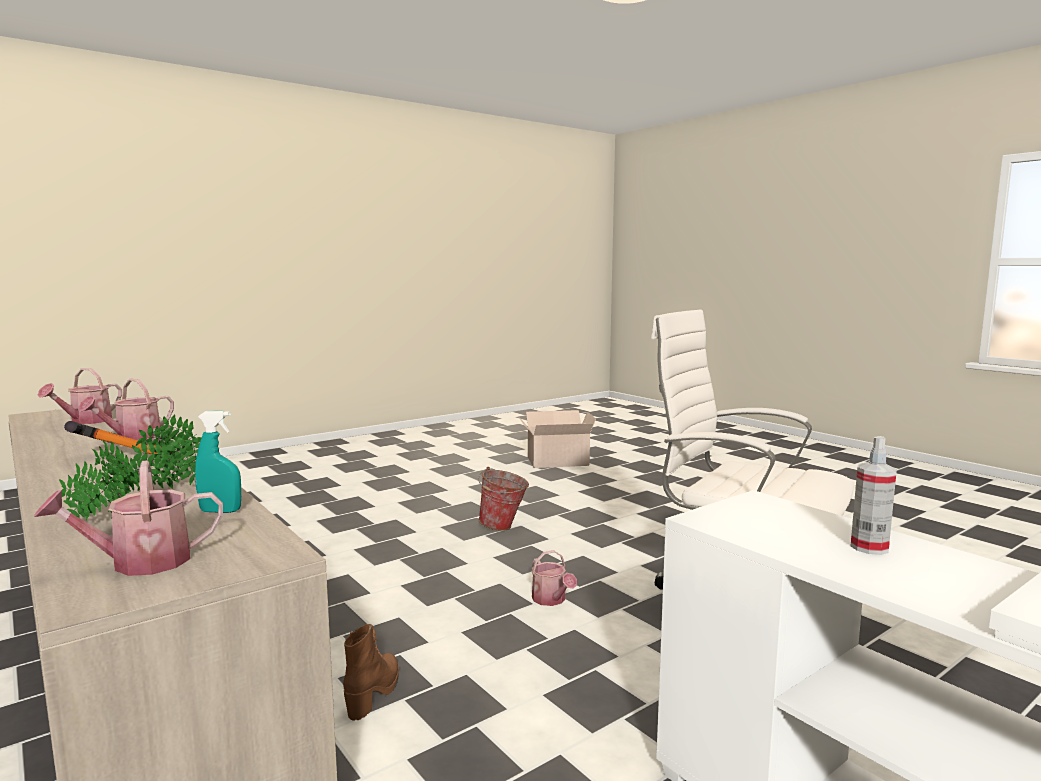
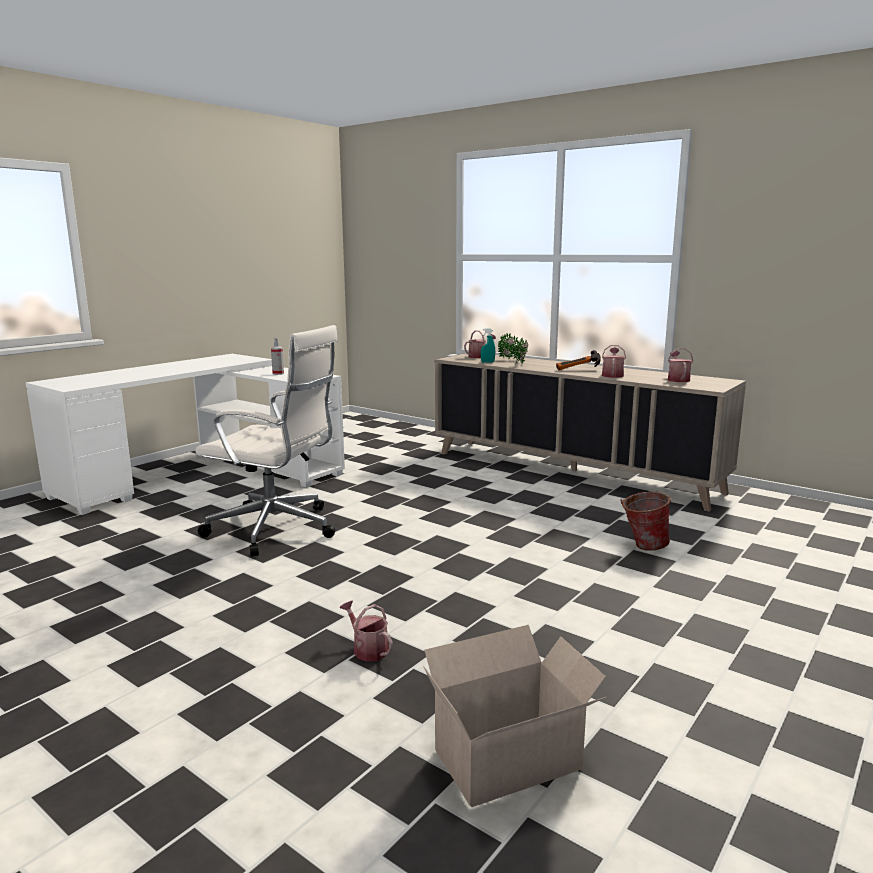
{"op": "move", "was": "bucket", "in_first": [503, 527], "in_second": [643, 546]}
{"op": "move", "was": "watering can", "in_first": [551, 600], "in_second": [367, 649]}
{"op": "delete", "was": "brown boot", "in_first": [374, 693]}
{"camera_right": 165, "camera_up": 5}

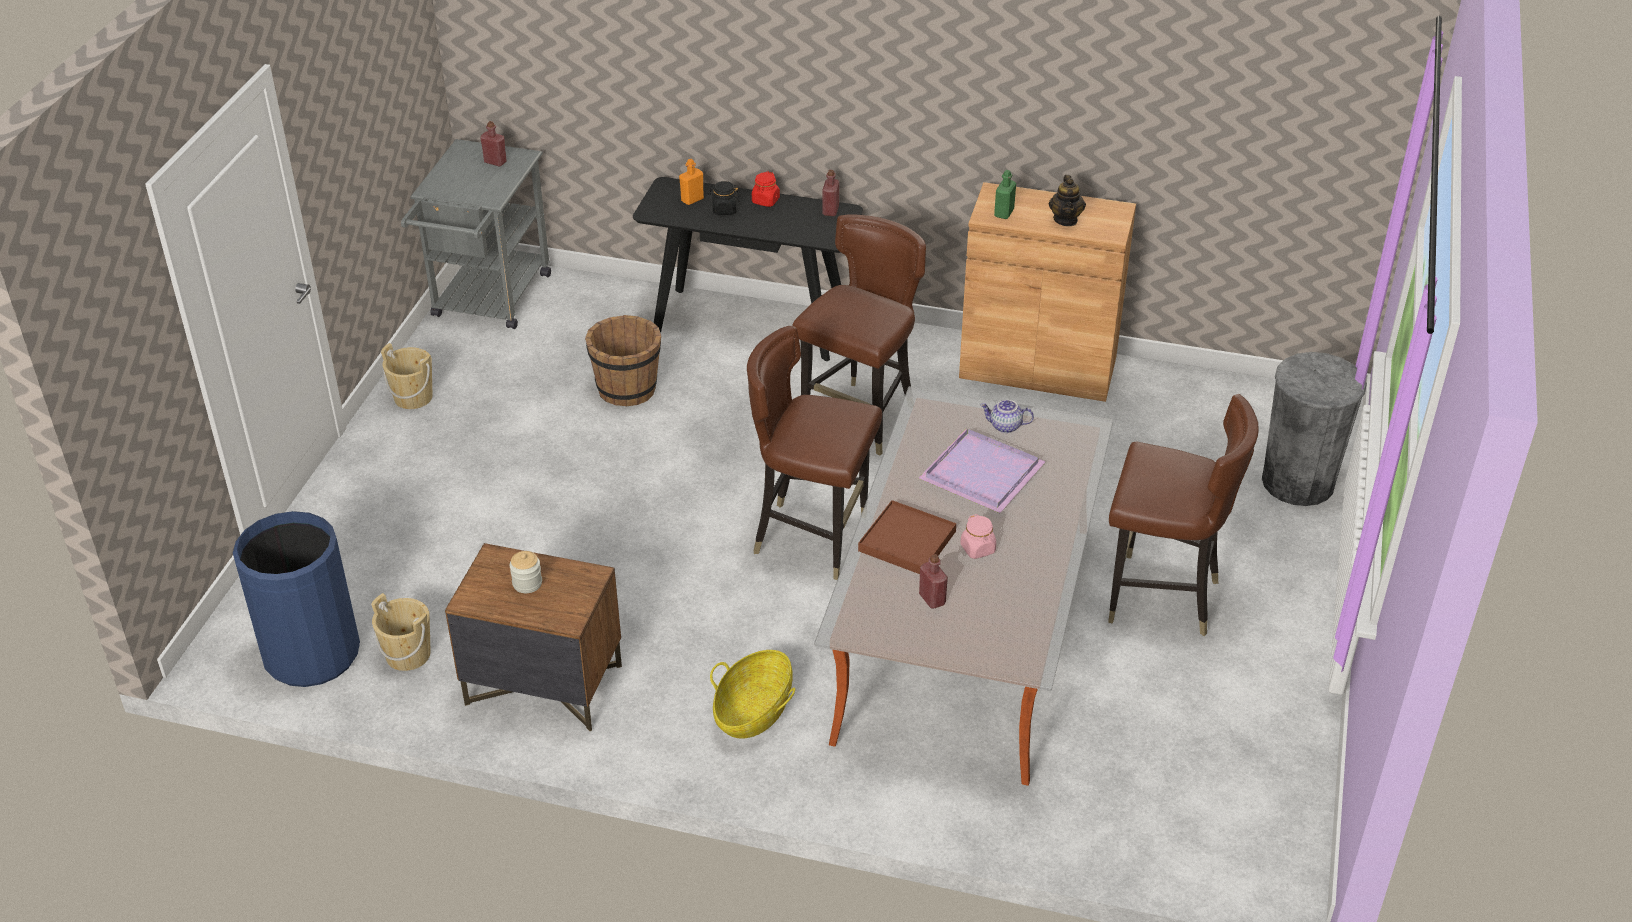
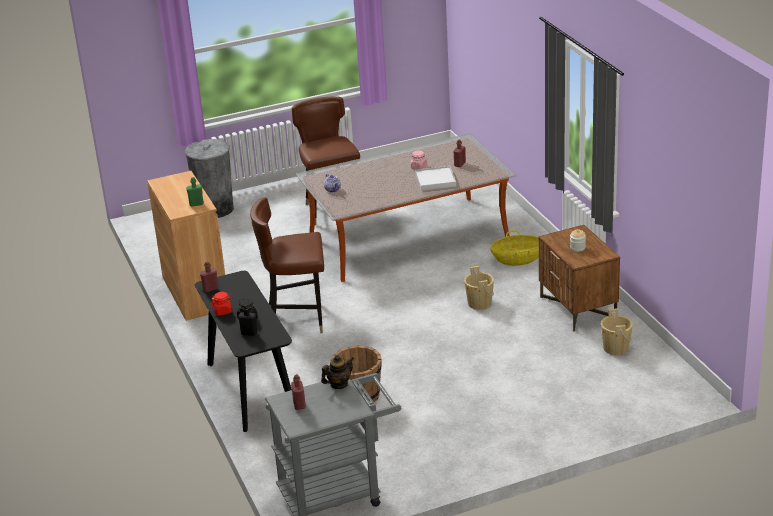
{"op": "recolor", "was": "orange bottle", "now": "black bottle", "in_first": [692, 199], "in_second": [249, 333]}
{"op": "move", "was": "teapot", "in_first": [1066, 219], "in_second": [339, 384]}
{"op": "delete", "was": "brown chair", "in_first": [812, 538]}
{"op": "move", "was": "beige bucket", "in_first": [413, 397], "in_second": [479, 303]}
{"op": "delete", "was": "purple tray", "in_first": [981, 471]}
{"op": "recolor", "was": "brown tray", "now": "white tray", "in_first": [907, 541], "in_second": [435, 180]}
{"op": "delete", "was": "blue trash can", "in_first": [311, 653]}
{"camera_right": -125, "camera_up": -10}

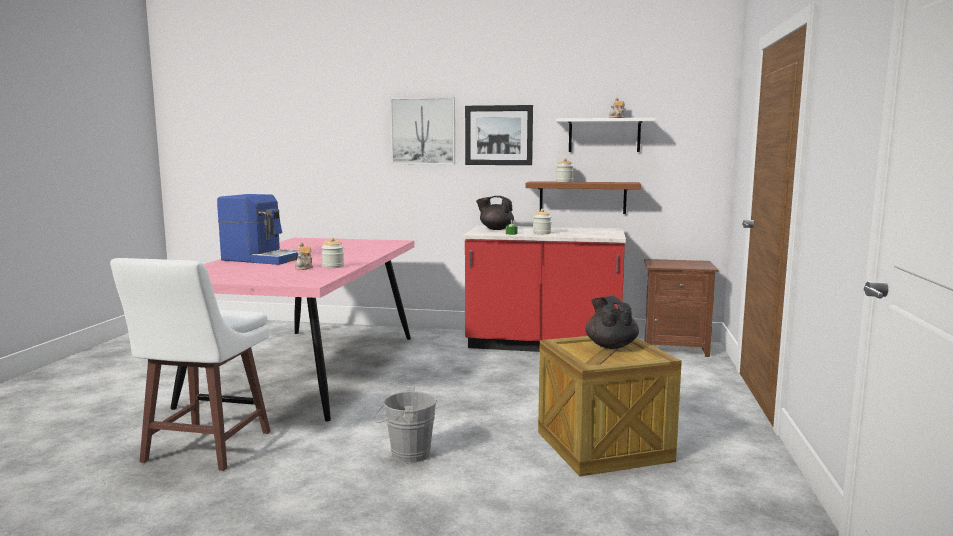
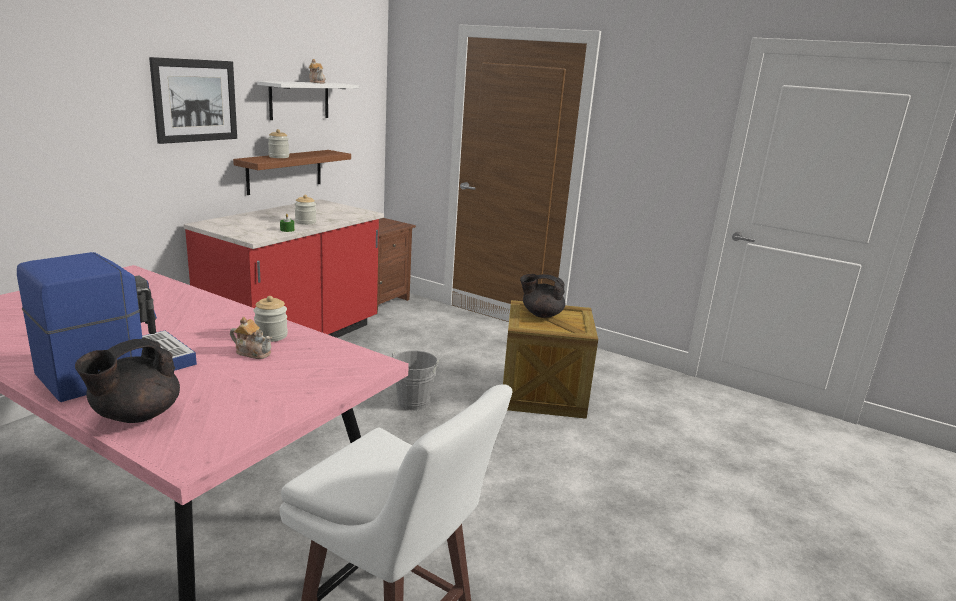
{"op": "delete", "was": "picture", "in_first": [423, 131]}
{"op": "move", "was": "black teapot", "in_first": [495, 229], "in_second": [135, 415]}
{"op": "move", "was": "grey bucket", "in_first": [406, 454], "in_second": [411, 404]}
{"camera_right": -70, "camera_up": 10}

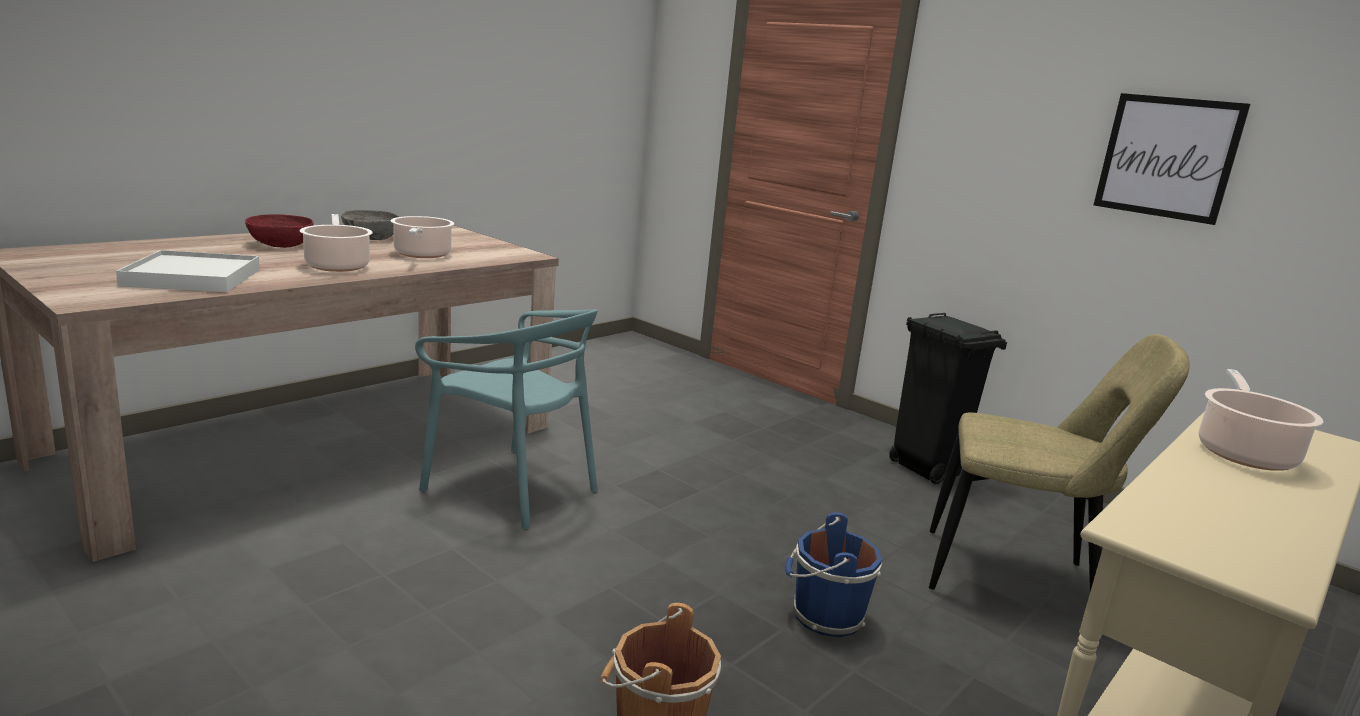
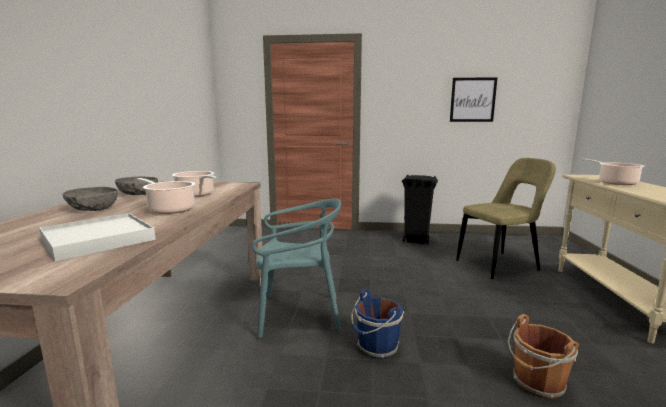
{"op": "recolor", "was": "red bowl", "now": "grey bowl", "in_first": [281, 244], "in_second": [93, 209]}
{"op": "move", "was": "blue bucket", "in_first": [824, 616], "in_second": [376, 347]}
{"camera_right": -35, "camera_up": -5}

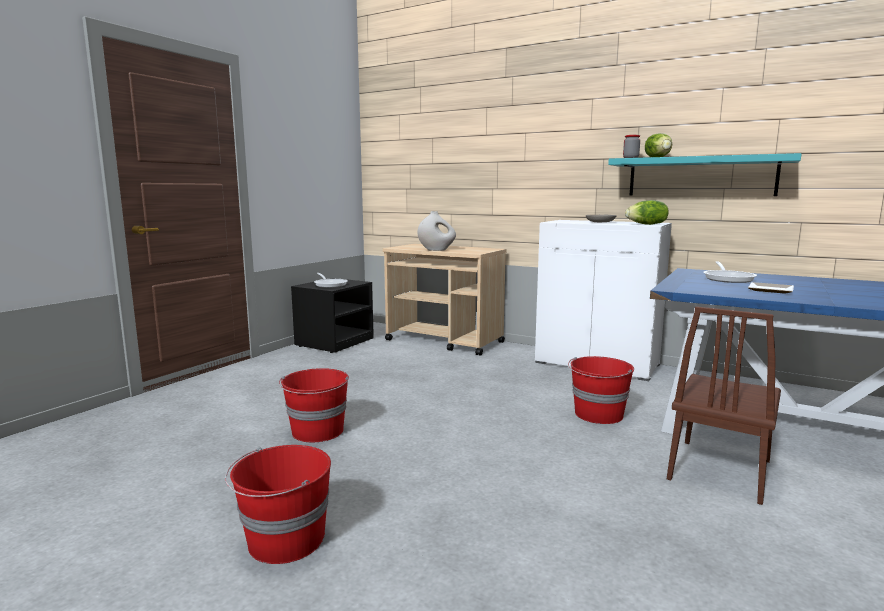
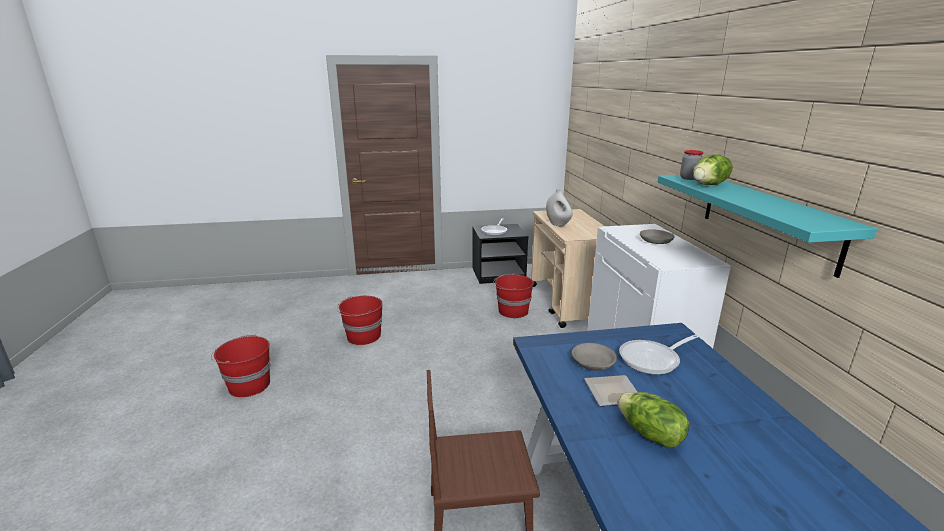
{"op": "move", "was": "lettuce", "in_first": [647, 224], "in_second": [649, 434]}
{"op": "move", "was": "red bucket", "in_first": [598, 414], "in_second": [512, 311]}
{"op": "insert", "now": "grey bowl", "in_second": [592, 363]}
{"camera_right": 50, "camera_up": 10}

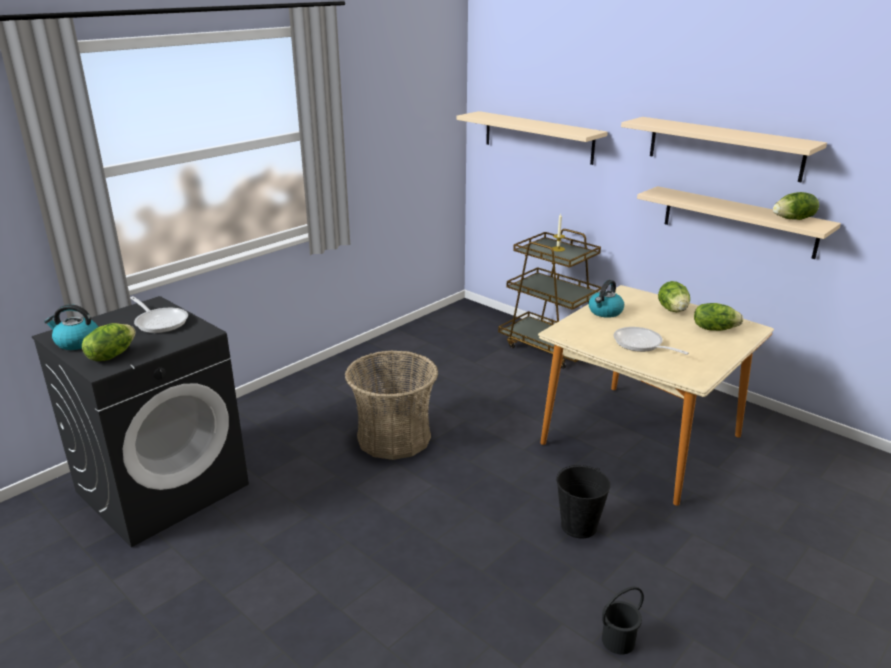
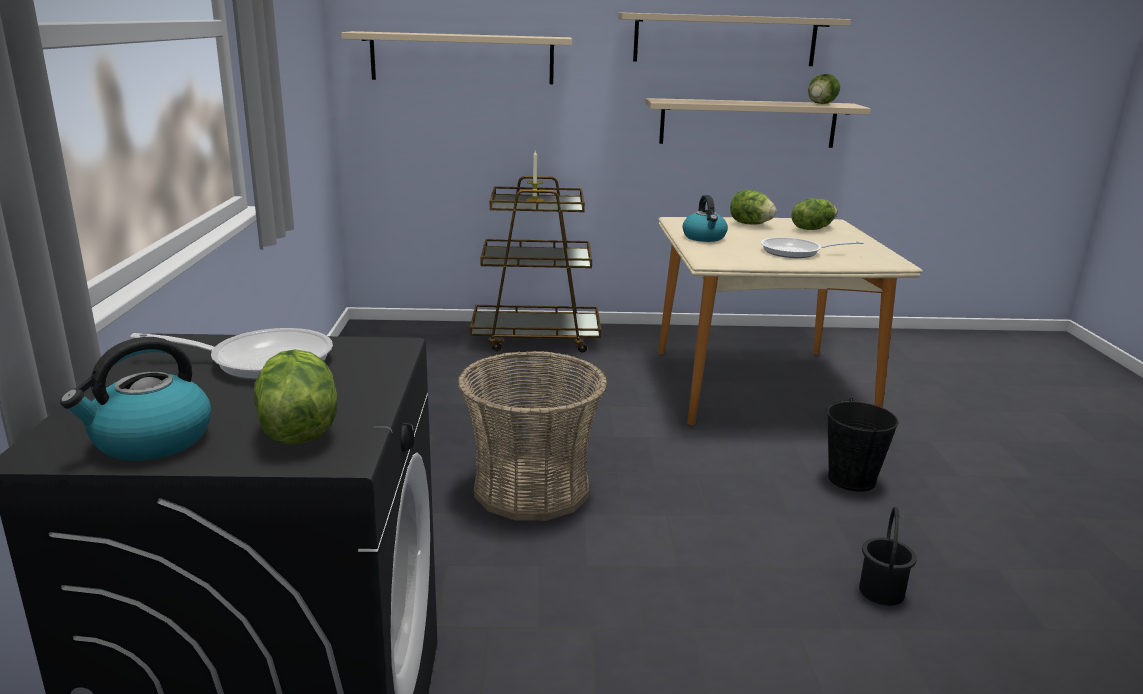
{"op": "move", "was": "black bucket", "in_first": [618, 641], "in_second": [882, 591]}
{"camera_right": -45, "camera_up": -5}

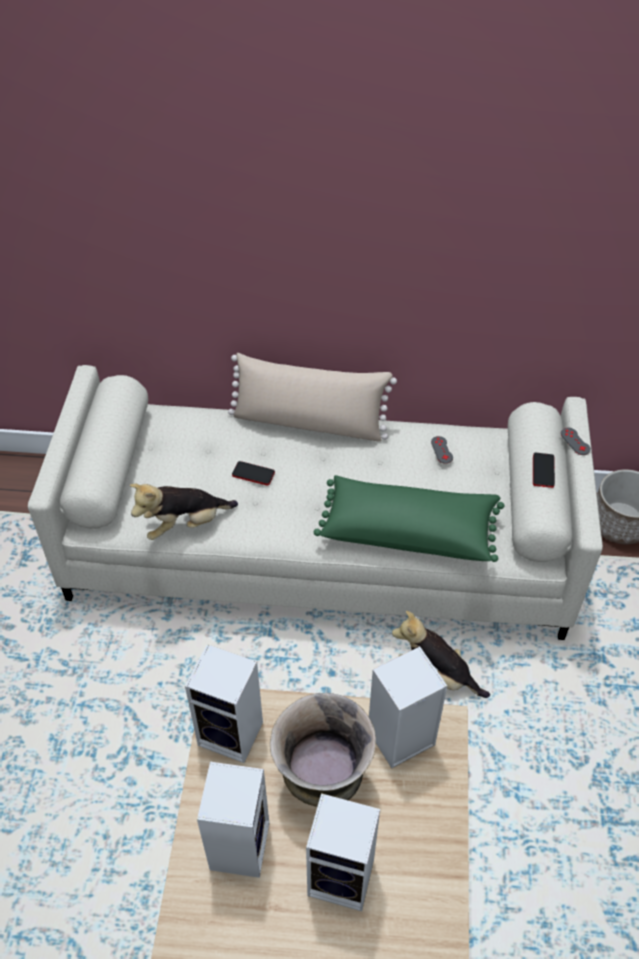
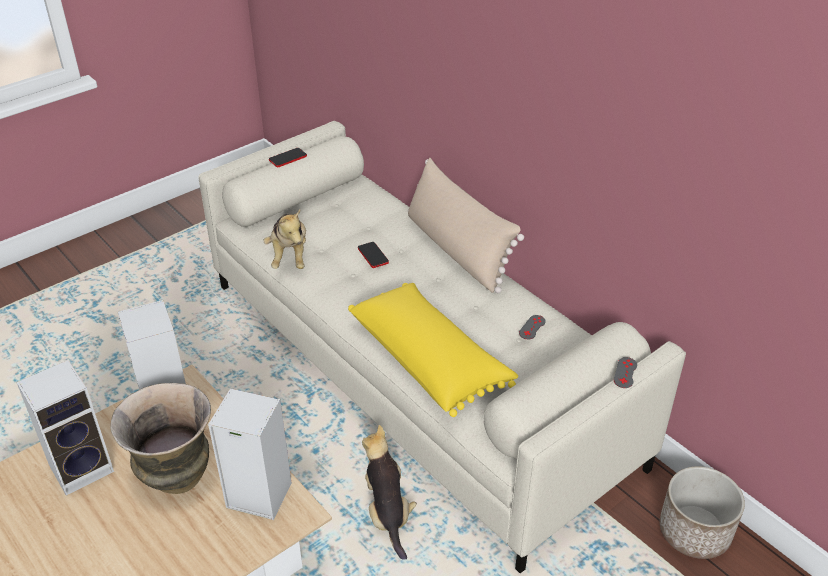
{"op": "move", "was": "phone", "in_first": [543, 470], "in_second": [288, 158]}
{"op": "recolor", "was": "green pillow", "now": "yellow pillow", "in_first": [408, 530], "in_second": [429, 360]}
{"op": "rotate", "was": "plush toy", "in_first": [185, 524], "in_second": [289, 256], "clockwise": -120}
{"op": "delete", "was": "speaker", "in_first": [344, 877]}
{"camera_right": 45, "camera_up": -10}

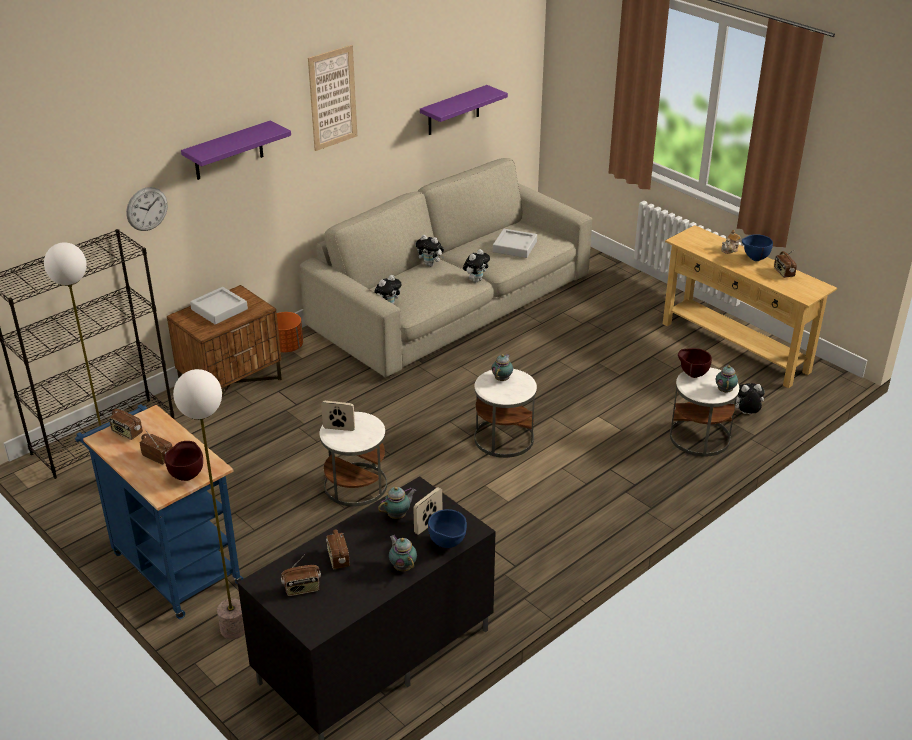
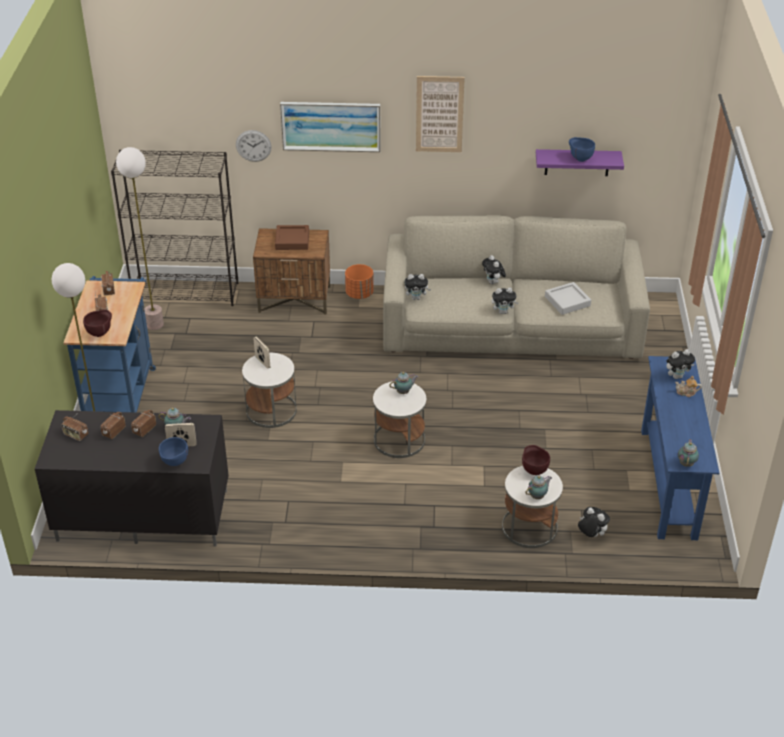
{"op": "replace", "was": "purple shelf", "now": "picture", "in_first": [228, 151], "in_second": [331, 126]}
{"op": "recolor", "was": "beige console table", "now": "blue console table", "in_first": [735, 347], "in_second": [669, 483]}
{"op": "move", "was": "blue bowl", "in_first": [754, 259], "in_second": [580, 159]}
{"op": "move", "was": "radio", "in_first": [783, 273], "in_second": [144, 429]}
{"op": "recolor", "was": "grey tray", "now": "brown tray", "in_first": [219, 309], "in_second": [292, 240]}
{"op": "move", "was": "teapot", "in_first": [402, 566], "in_second": [686, 463]}
{"op": "insert", "now": "plush toy", "in_second": [677, 376]}
{"camera_right": 45, "camera_up": 5}

